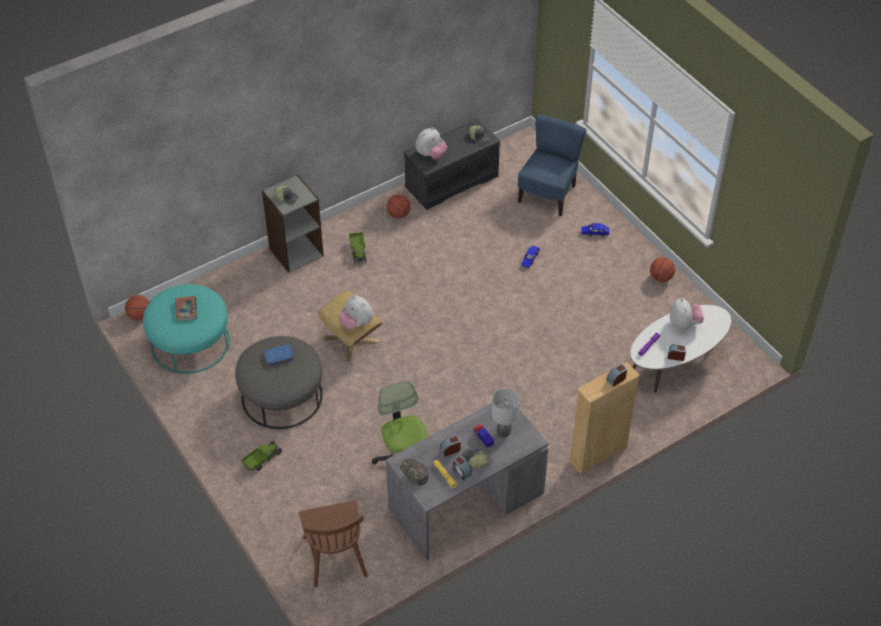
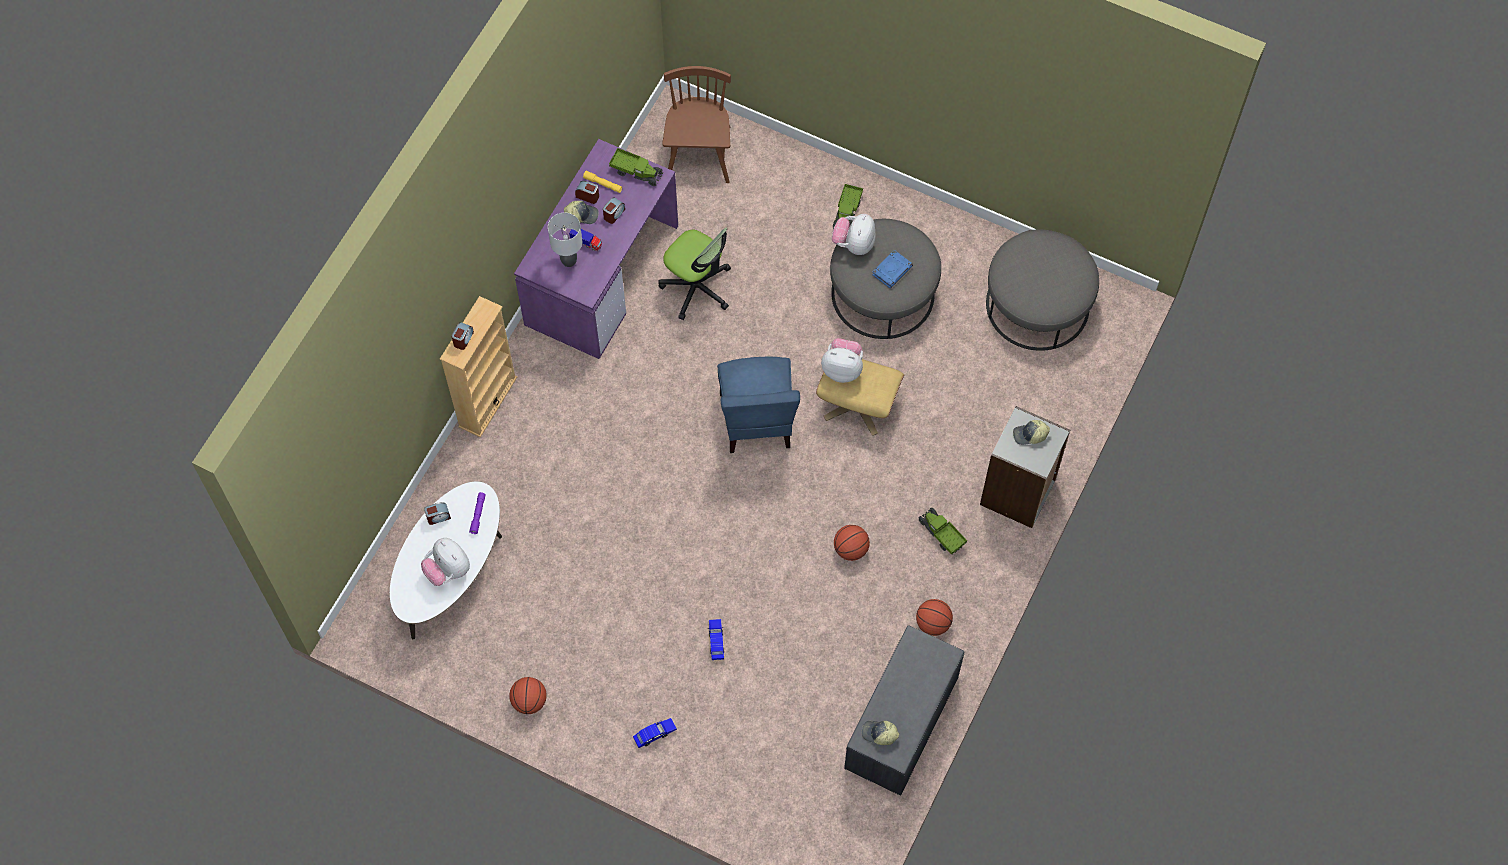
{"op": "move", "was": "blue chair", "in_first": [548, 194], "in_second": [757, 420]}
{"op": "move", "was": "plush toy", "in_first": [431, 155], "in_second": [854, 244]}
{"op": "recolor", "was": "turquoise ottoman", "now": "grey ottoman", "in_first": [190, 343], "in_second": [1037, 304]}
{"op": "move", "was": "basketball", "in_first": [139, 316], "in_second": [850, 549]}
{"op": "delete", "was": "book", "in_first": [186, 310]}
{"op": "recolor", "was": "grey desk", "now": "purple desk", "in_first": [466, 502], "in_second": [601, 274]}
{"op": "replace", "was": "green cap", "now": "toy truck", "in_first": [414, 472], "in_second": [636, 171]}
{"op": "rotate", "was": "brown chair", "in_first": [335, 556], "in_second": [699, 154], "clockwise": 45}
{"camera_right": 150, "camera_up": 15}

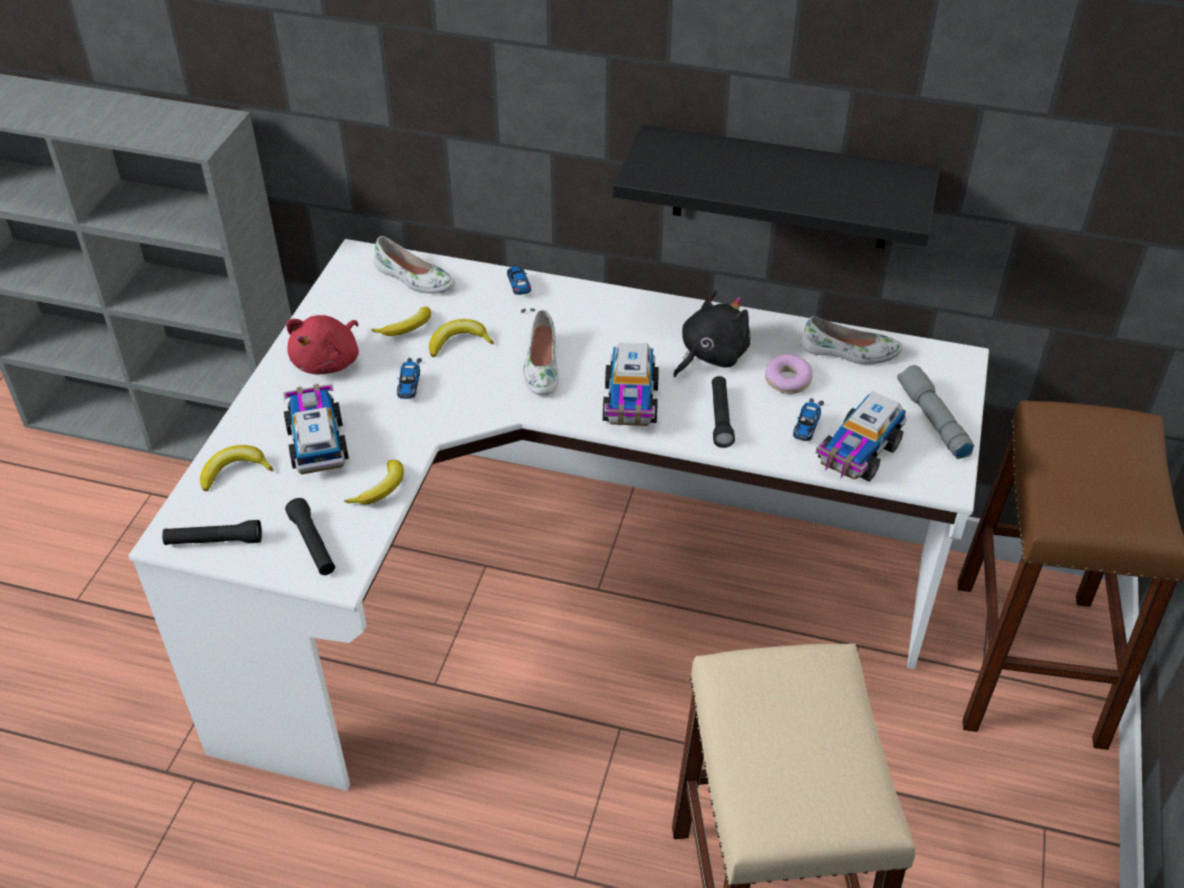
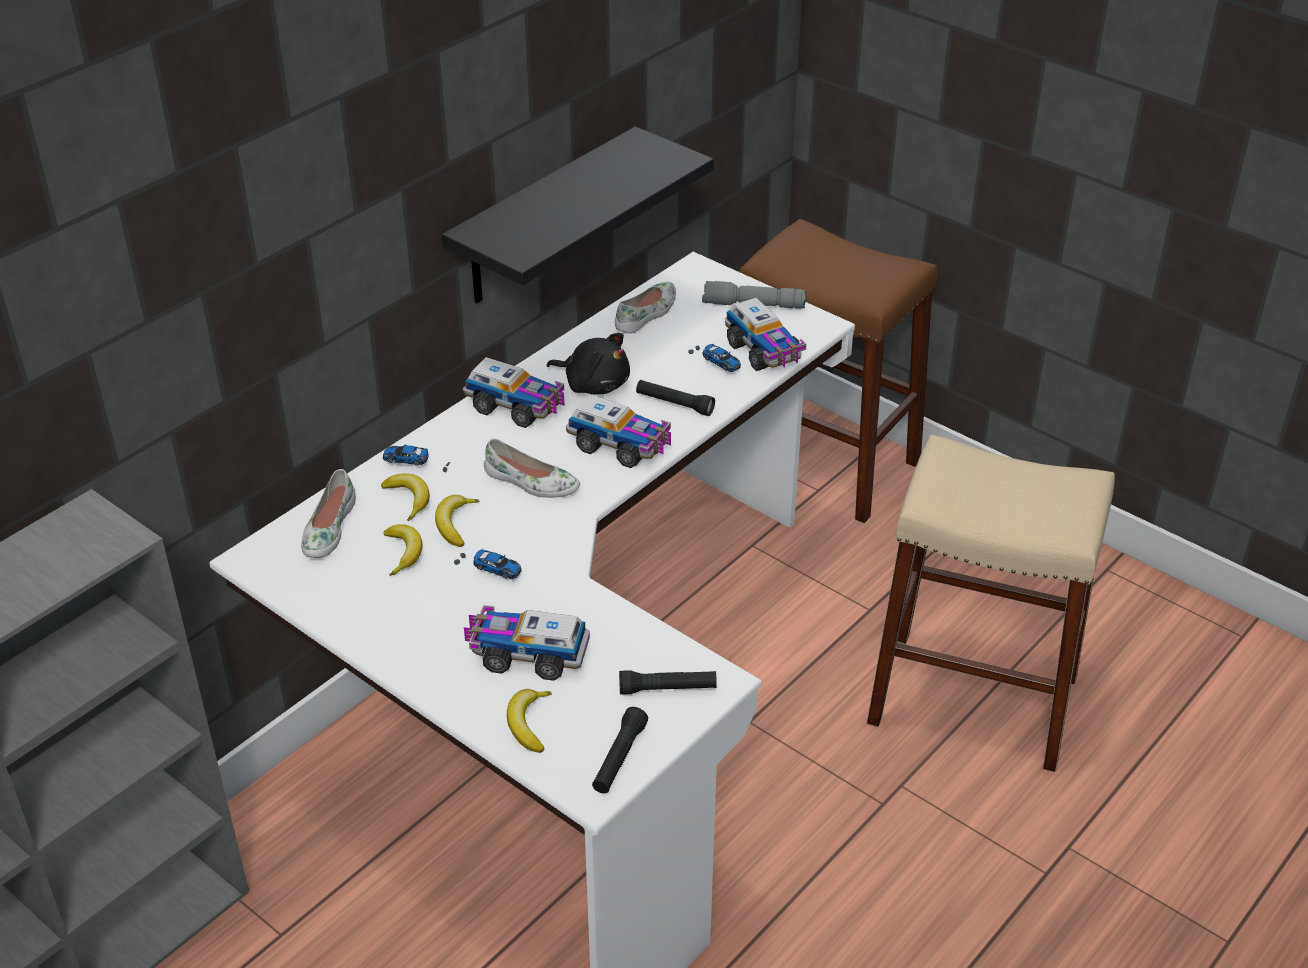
{"op": "rotate", "was": "white shoe", "in_first": [414, 279], "in_second": [328, 528], "clockwise": 135}
{"op": "rotate", "was": "black plush toy", "in_first": [710, 355], "in_second": [594, 384], "clockwise": 135}
{"op": "delete", "was": "red plush toy", "in_first": [329, 361]}
{"op": "delete", "was": "donut", "in_first": [787, 380]}
{"op": "move", "was": "banana", "in_first": [381, 489], "in_second": [409, 499]}
{"op": "insert", "now": "toy truck", "in_second": [517, 407]}
{"camera_right": -65, "camera_up": -5}

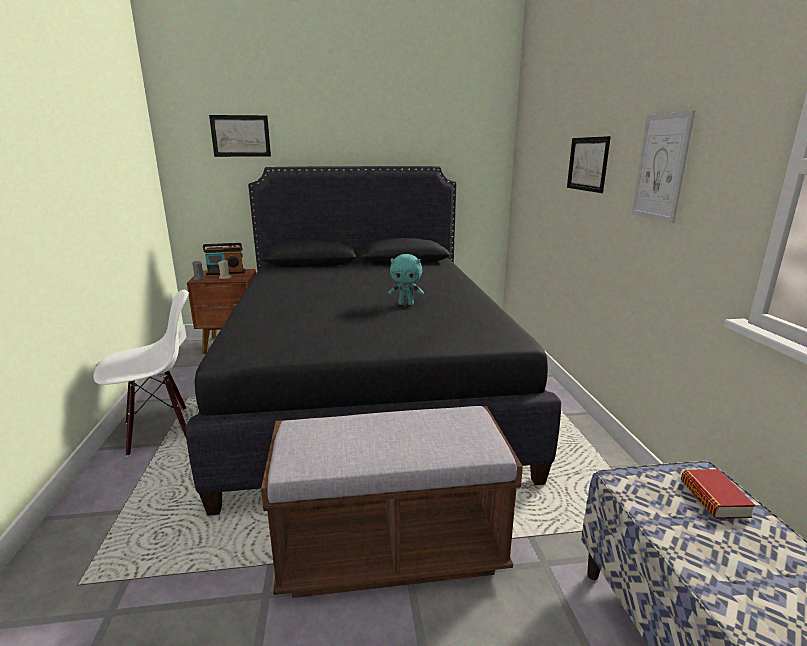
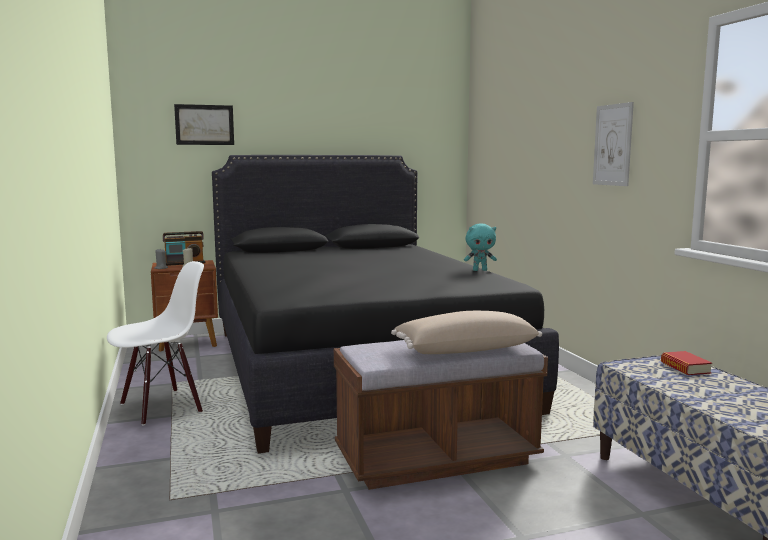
{"op": "delete", "was": "picture", "in_first": [587, 164]}
{"op": "move", "was": "turquoise plush toy", "in_first": [406, 304], "in_second": [480, 270]}
{"op": "insert", "now": "beige pillow", "in_second": [465, 349]}
{"camera_right": -10, "camera_up": -10}

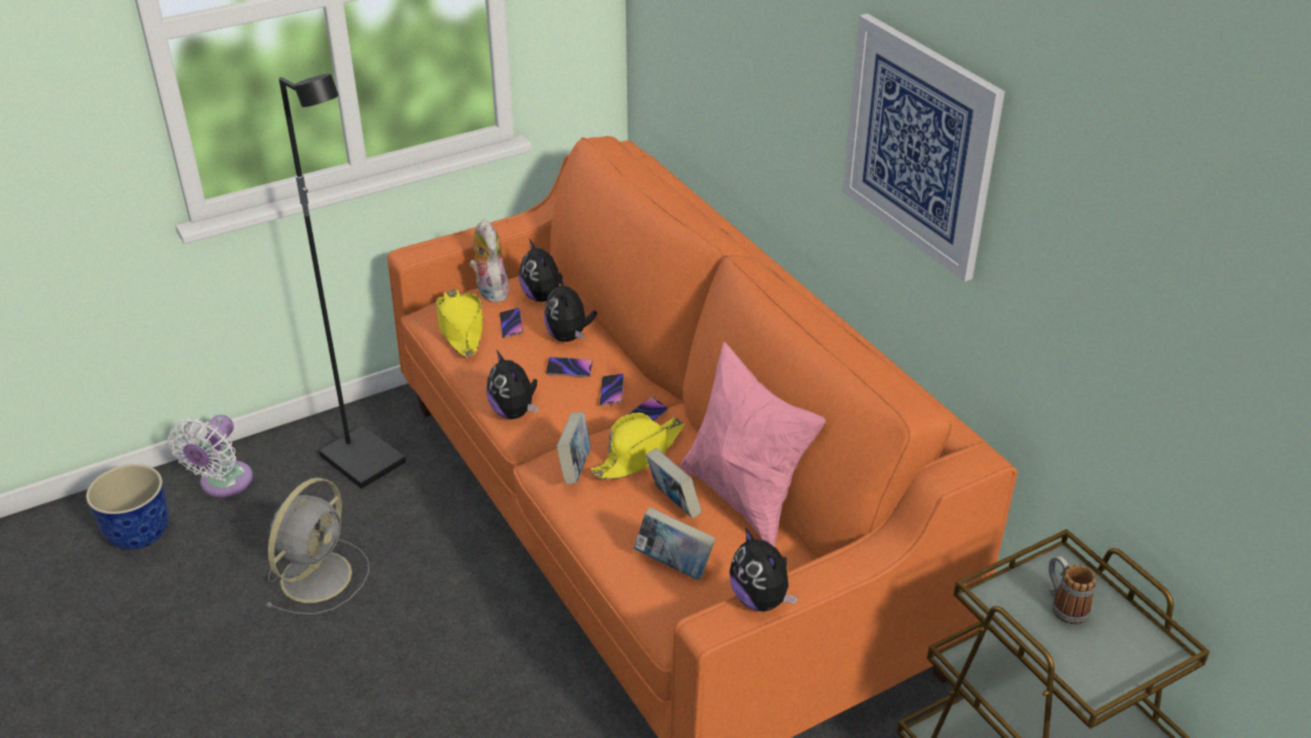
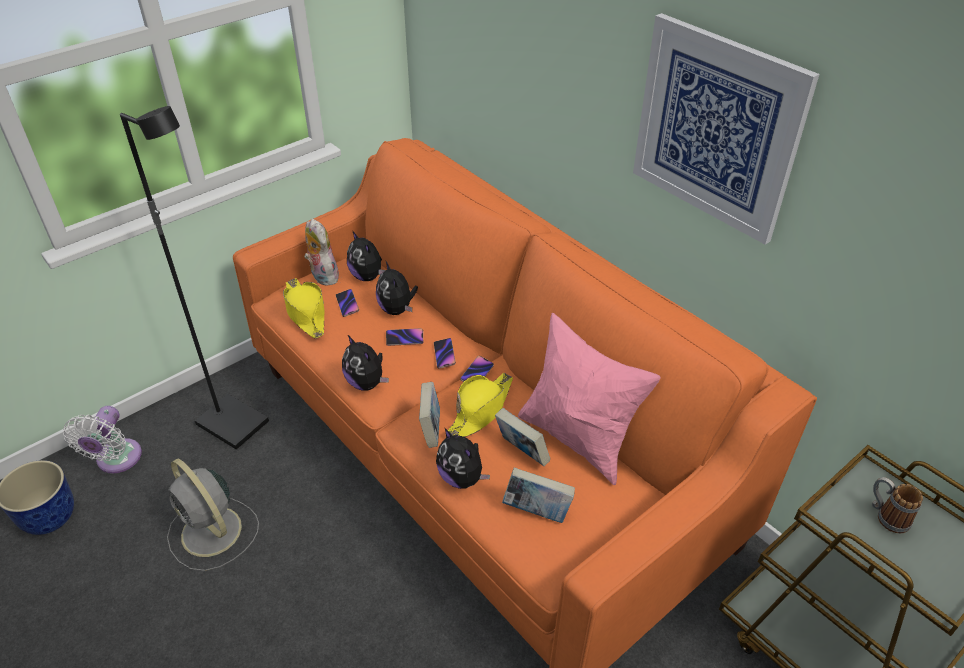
{"op": "rotate", "was": "grey fan", "in_first": [318, 574], "in_second": [213, 533], "clockwise": 120}
{"op": "move", "was": "plush toy", "in_first": [761, 599], "in_second": [462, 478]}
{"camera_right": -10, "camera_up": 5}

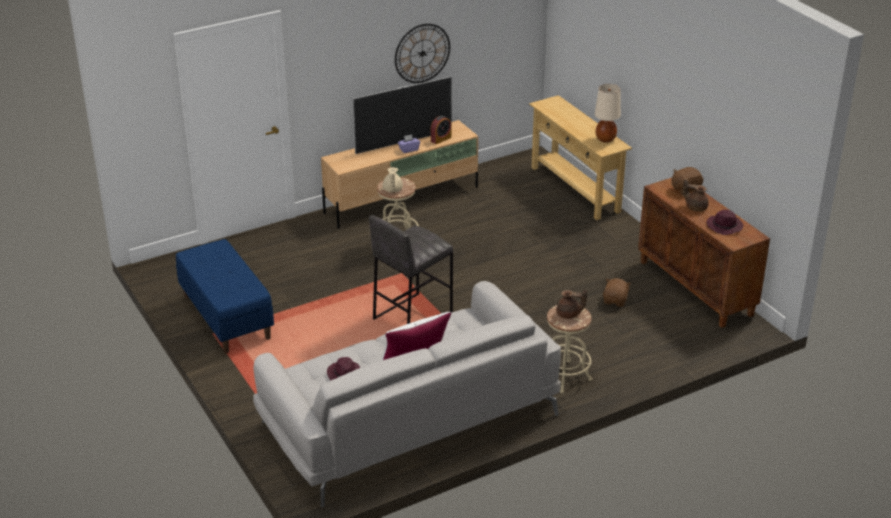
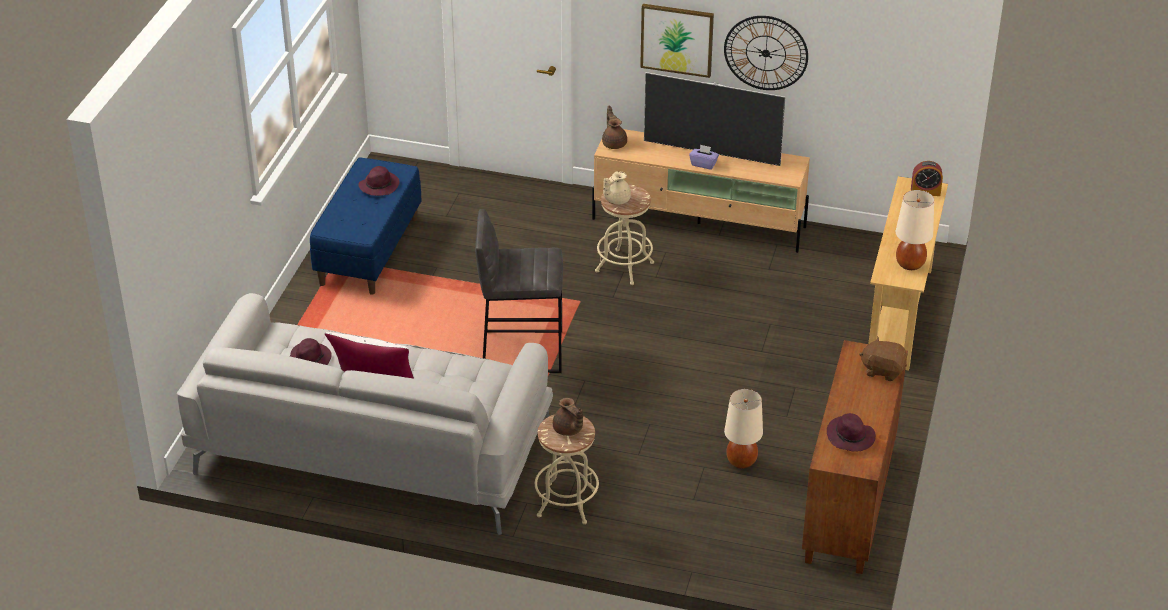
{"op": "move", "was": "alarm clock", "in_first": [441, 139], "in_second": [925, 192]}
{"op": "move", "was": "brown teapot", "in_first": [695, 207], "in_second": [614, 143]}
{"op": "replace", "was": "brown plush toy", "now": "beige table lamp", "in_first": [615, 301], "in_second": [741, 461]}
{"op": "insert", "now": "picture", "in_second": [677, 39]}
{"op": "insert", "now": "purple hat", "in_second": [379, 185]}
{"camera_right": 45, "camera_up": 5}

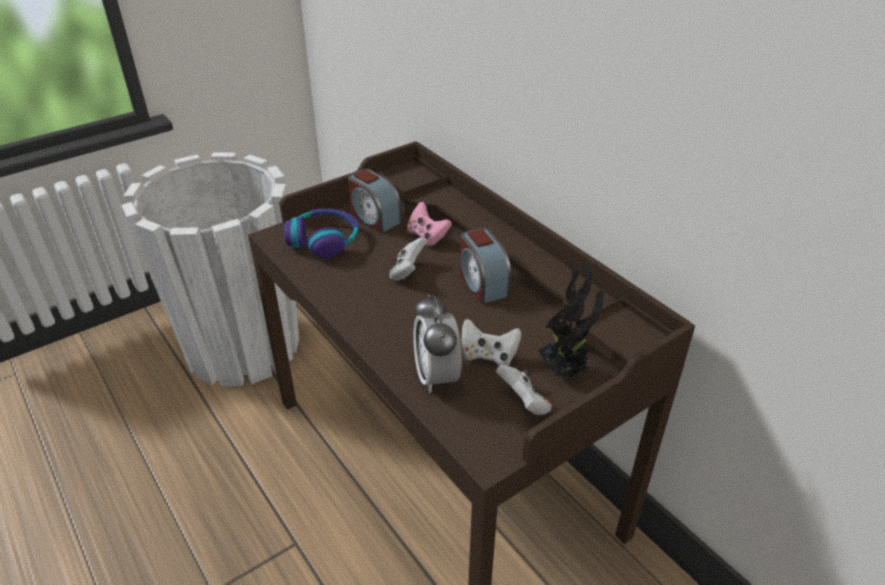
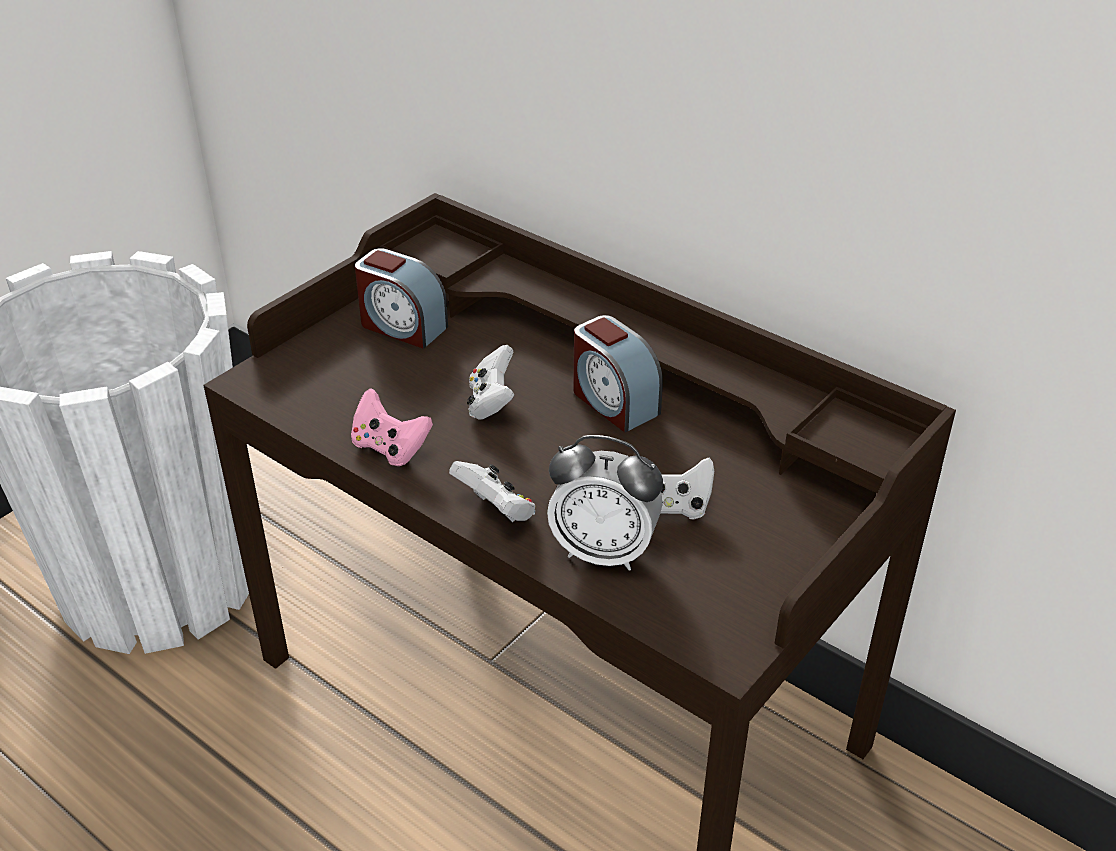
{"op": "move", "was": "pink game controller", "in_first": [427, 236], "in_second": [390, 448]}
{"op": "delete", "was": "headphones", "in_first": [324, 240]}
{"op": "delete", "was": "potted plant", "in_first": [565, 371]}
{"op": "rotate", "was": "alarm clock", "in_first": [436, 376], "in_second": [603, 551], "clockwise": -45}
{"op": "move", "was": "white game controller", "in_first": [524, 403], "in_second": [496, 511]}
{"camera_right": -15, "camera_up": 0}

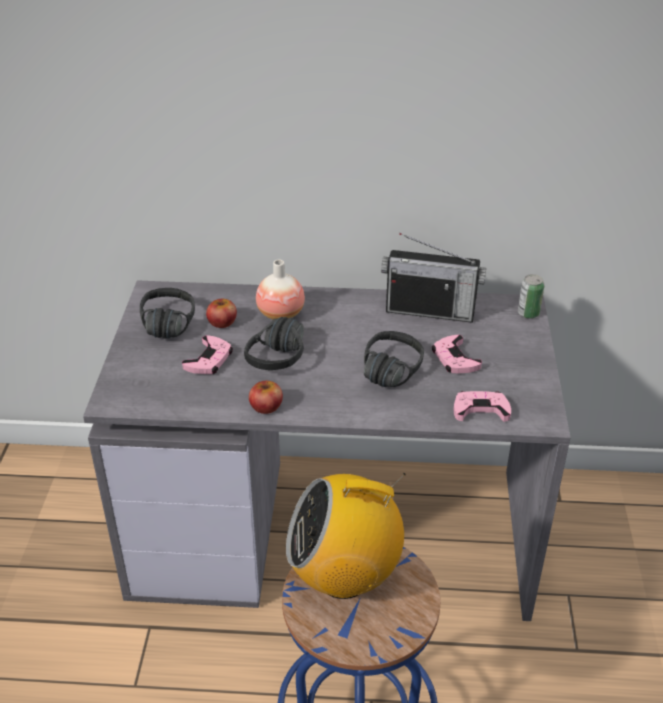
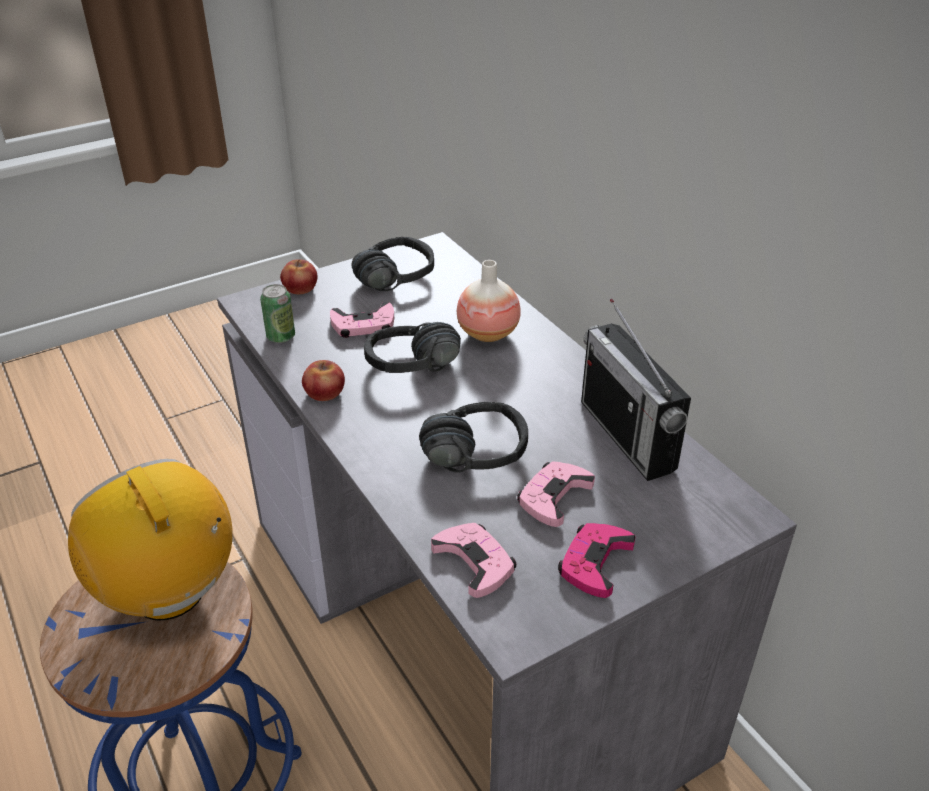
{"op": "move", "was": "can", "in_first": [528, 313], "in_second": [281, 336]}
{"op": "move", "was": "apple", "in_first": [222, 322], "in_second": [300, 288]}
{"op": "insert", "now": "pink game controller", "in_second": [594, 562]}
{"camera_right": 55, "camera_up": 0}

